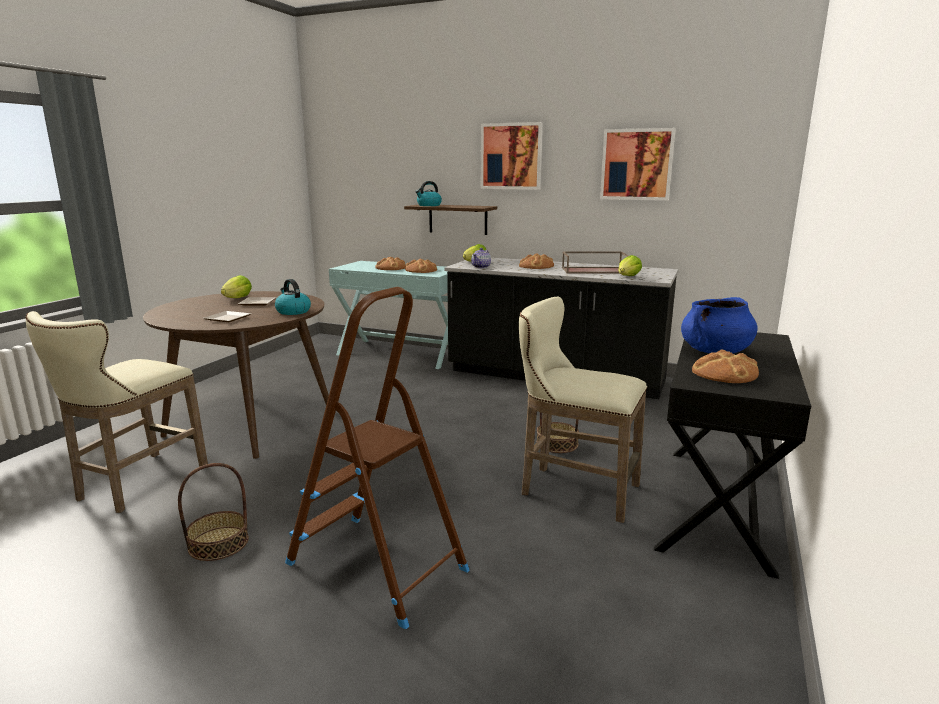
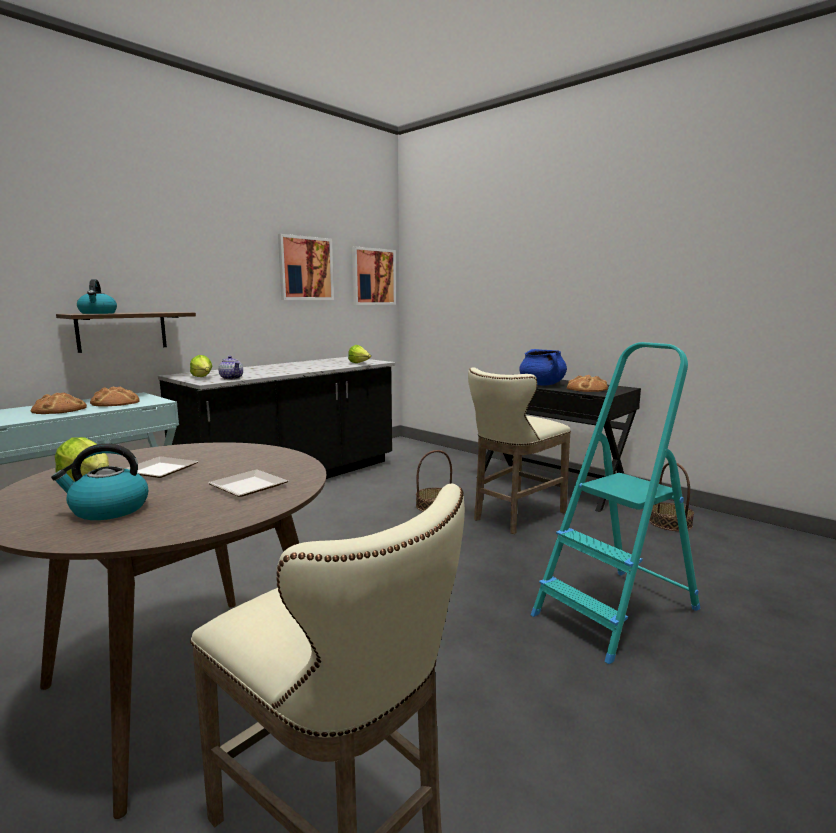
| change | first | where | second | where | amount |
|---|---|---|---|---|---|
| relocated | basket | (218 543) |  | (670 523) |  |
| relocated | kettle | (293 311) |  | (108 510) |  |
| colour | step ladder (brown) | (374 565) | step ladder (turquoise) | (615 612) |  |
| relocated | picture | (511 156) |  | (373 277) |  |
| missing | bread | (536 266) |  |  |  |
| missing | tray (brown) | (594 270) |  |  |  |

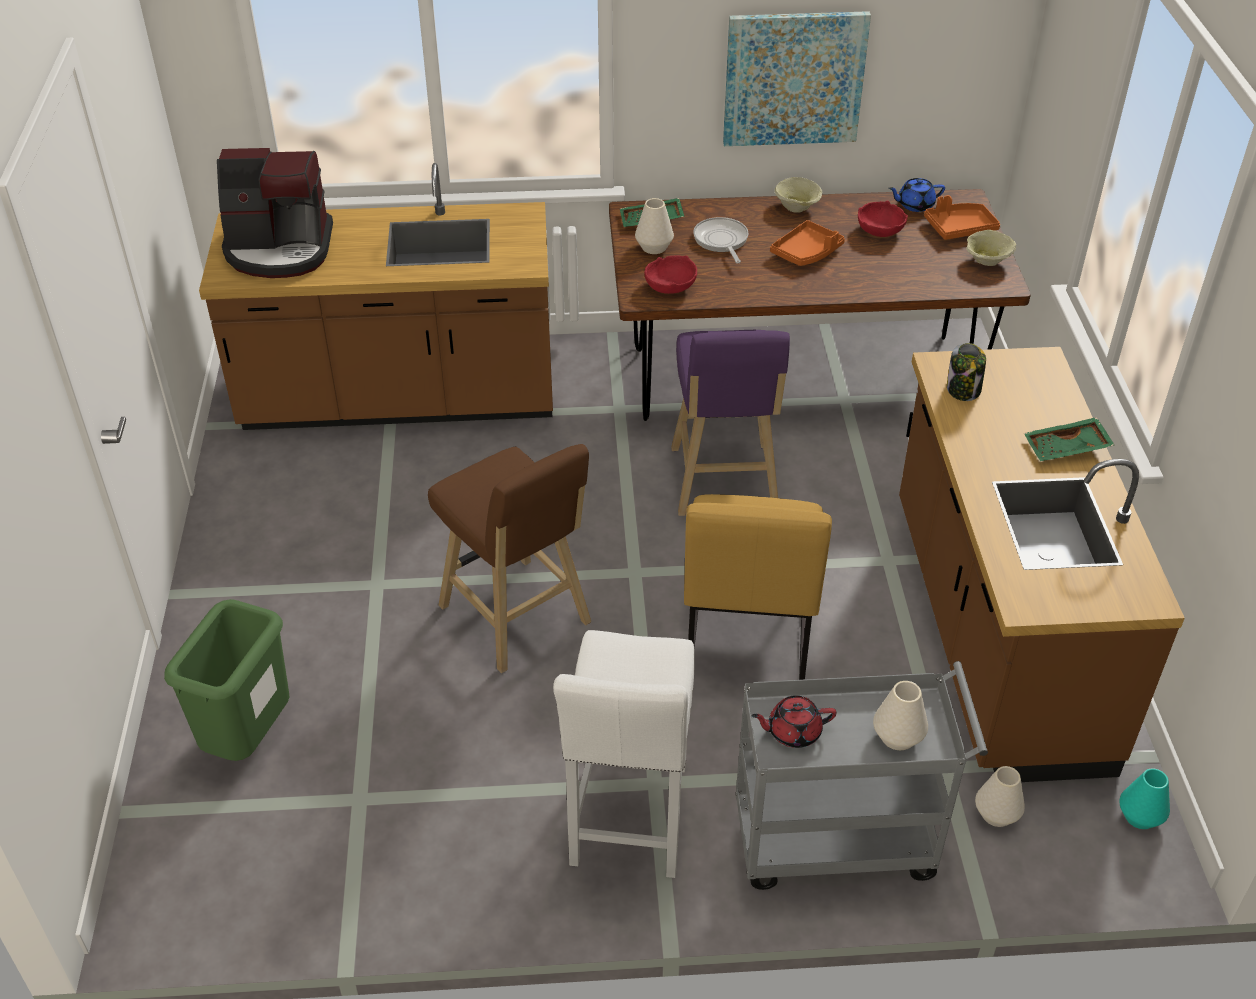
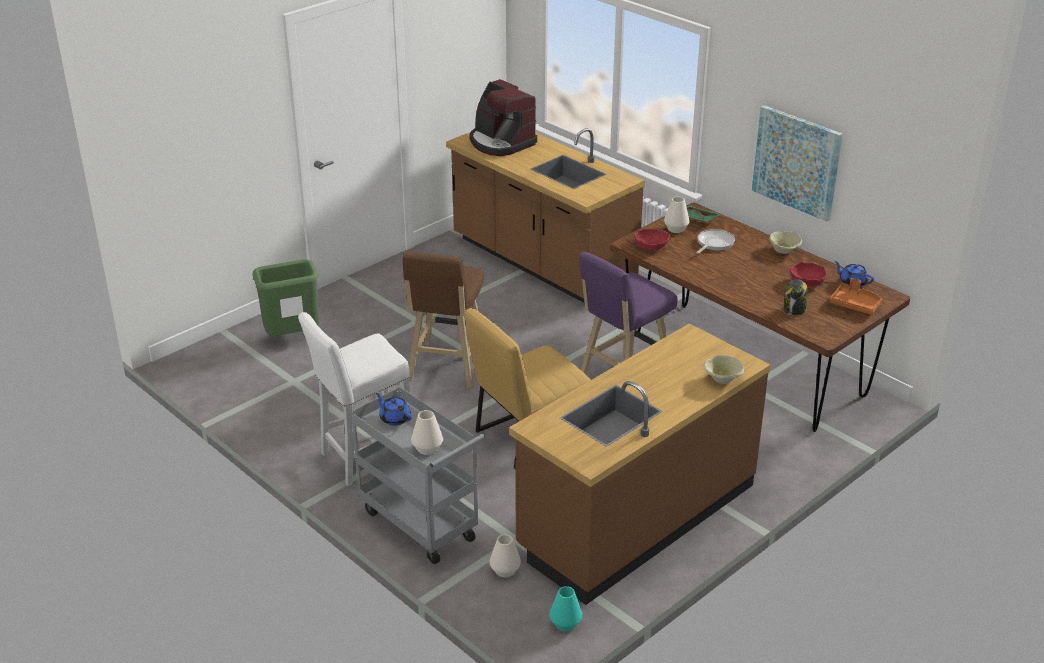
| change | first | where | second | where | amount |
|---|---|---|---|---|---|
| colour | teapot (red) | (793 731) | teapot (blue) | (394 418) |  |
| missing | tray (orange) | (807 252) |  |  |  |
| relocated | jar | (963 390) |  | (794 310) |  |
| relocated | bowl (beige) | (987 261) |  | (722 379) |  |
| missing | tray (green) | (1067 449) |  |  |  |

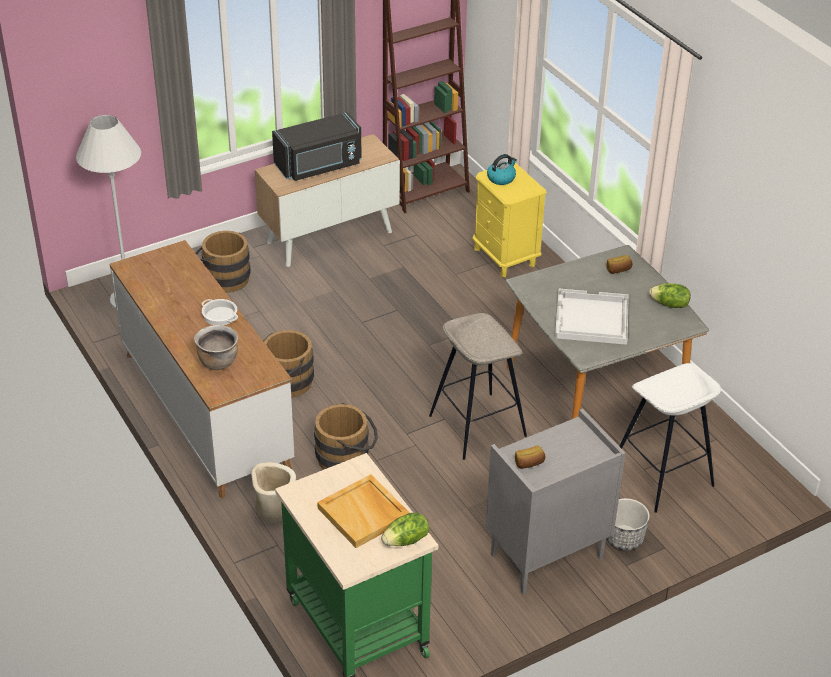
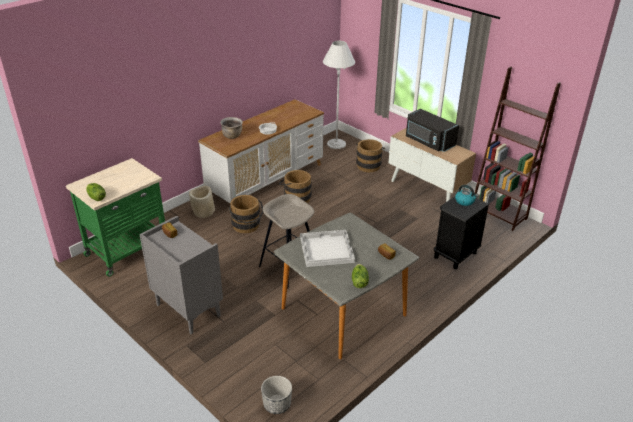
| change | first | where | second | where | amount |
|---|---|---|---|---|---|
| missing | tray (beige) | (364 513) |  |  |  |
| colour | nightstand (yellow) | (505 257) | nightstand (black) | (455 255) |  |
| relocated | planter | (624 538) |  | (277 404) |  |
| missing | stool (white) | (661 476) |  |  |  |

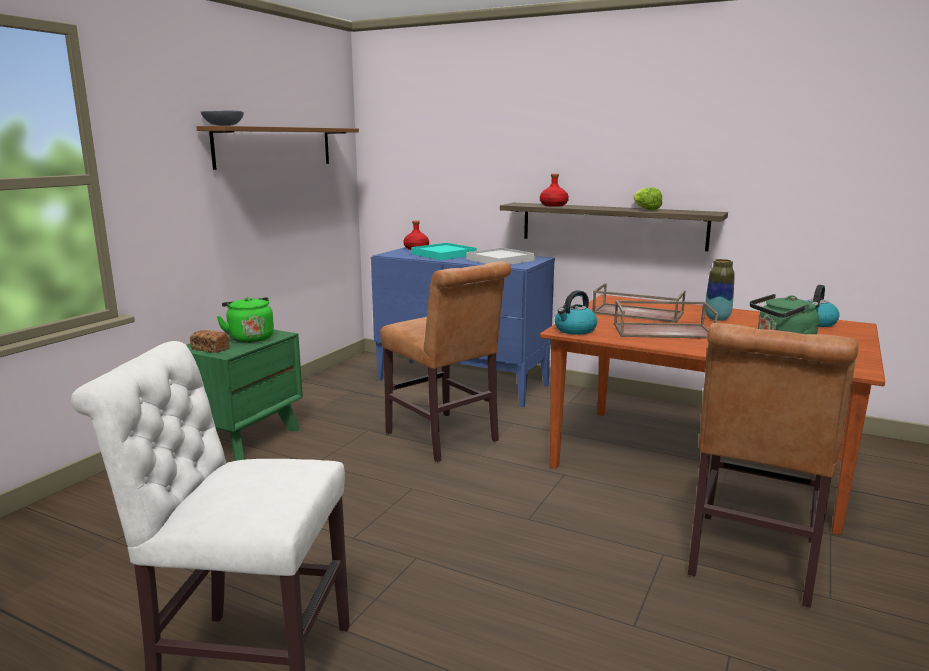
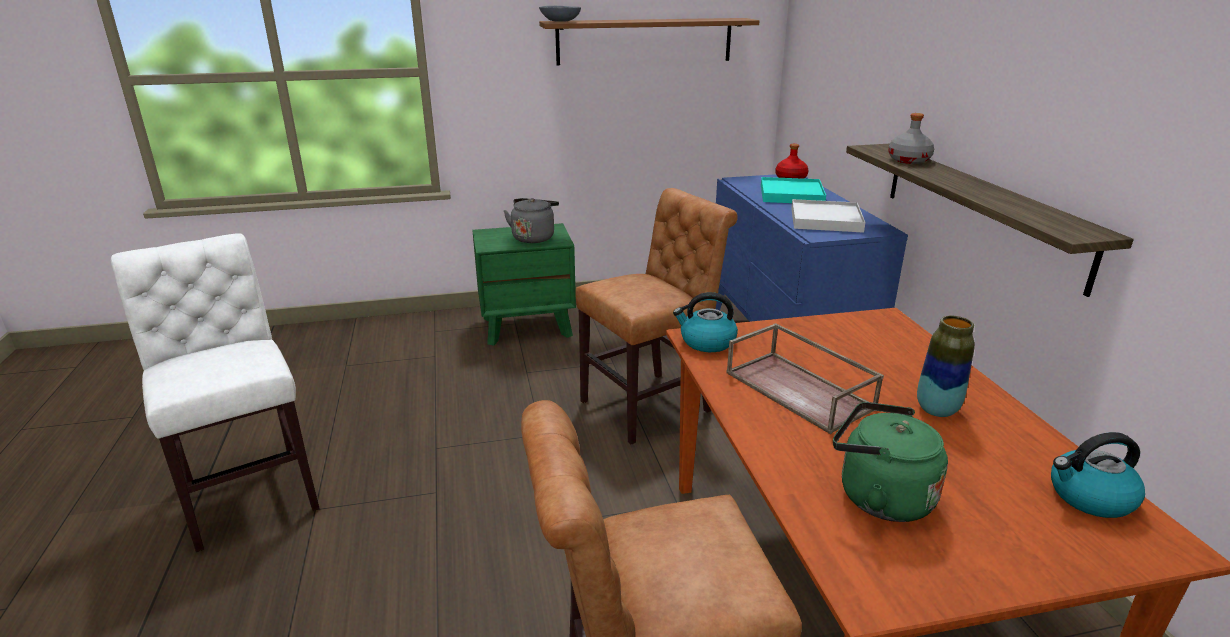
| change | first | where | second | where | amount |
|---|---|---|---|---|---|
| missing | bread | (210 349) |  |  |  |
| colour | kettle (green) | (250 338) | kettle (grey) | (534 237) |  |
| spun | chair (brown) | (445 439) |  | (651 405) | 135 degrees counterclockwise |
| colour | bottle (red) | (554 205) | bottle (grey) | (909 160) |  |
| missing | tray (brown) | (636 313) |  |  |  |
| missing | lettuce | (645 209) |  |  |  |

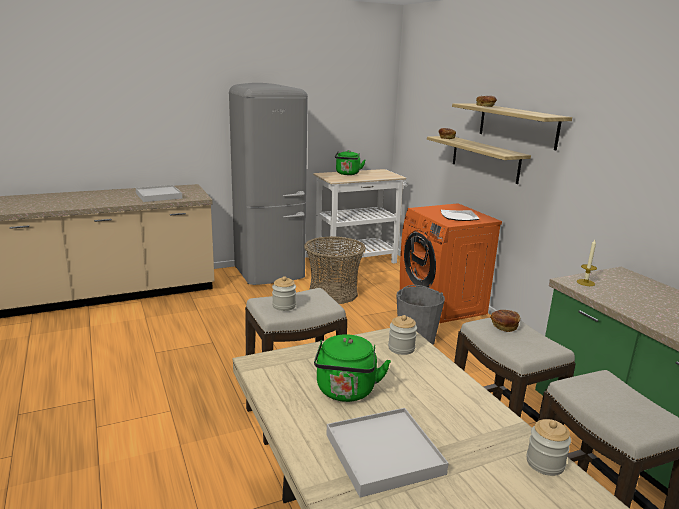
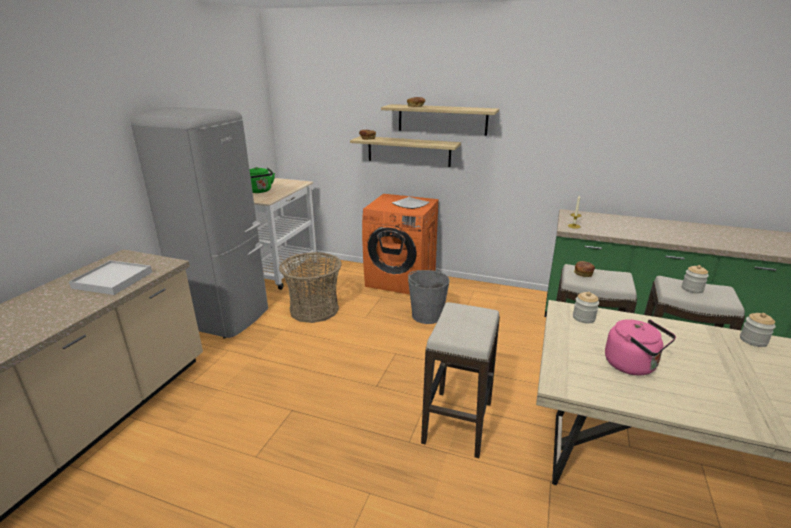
| change | first | where | second | where | amount |
|---|---|---|---|---|---|
| relocated | jar | (284 306) |  | (692 289) |  |
| colour | kettle (green) | (346 392) | kettle (pink) | (633 365) |  |
| missing | tray (white) | (384 454) |  |  |  |

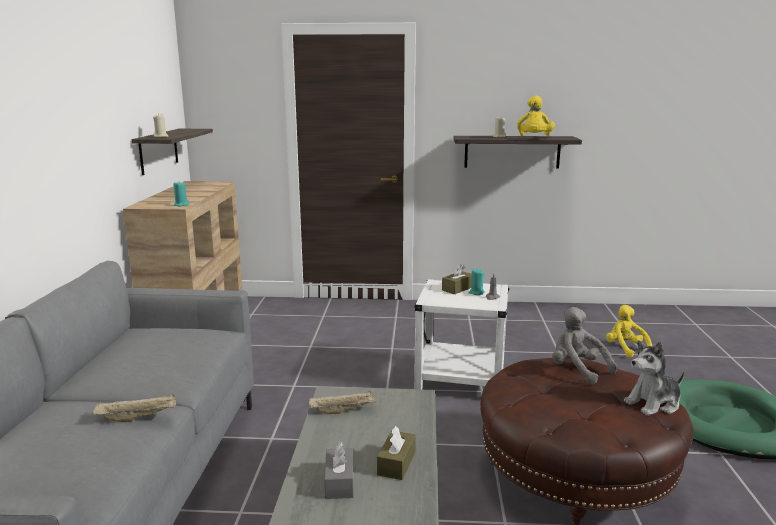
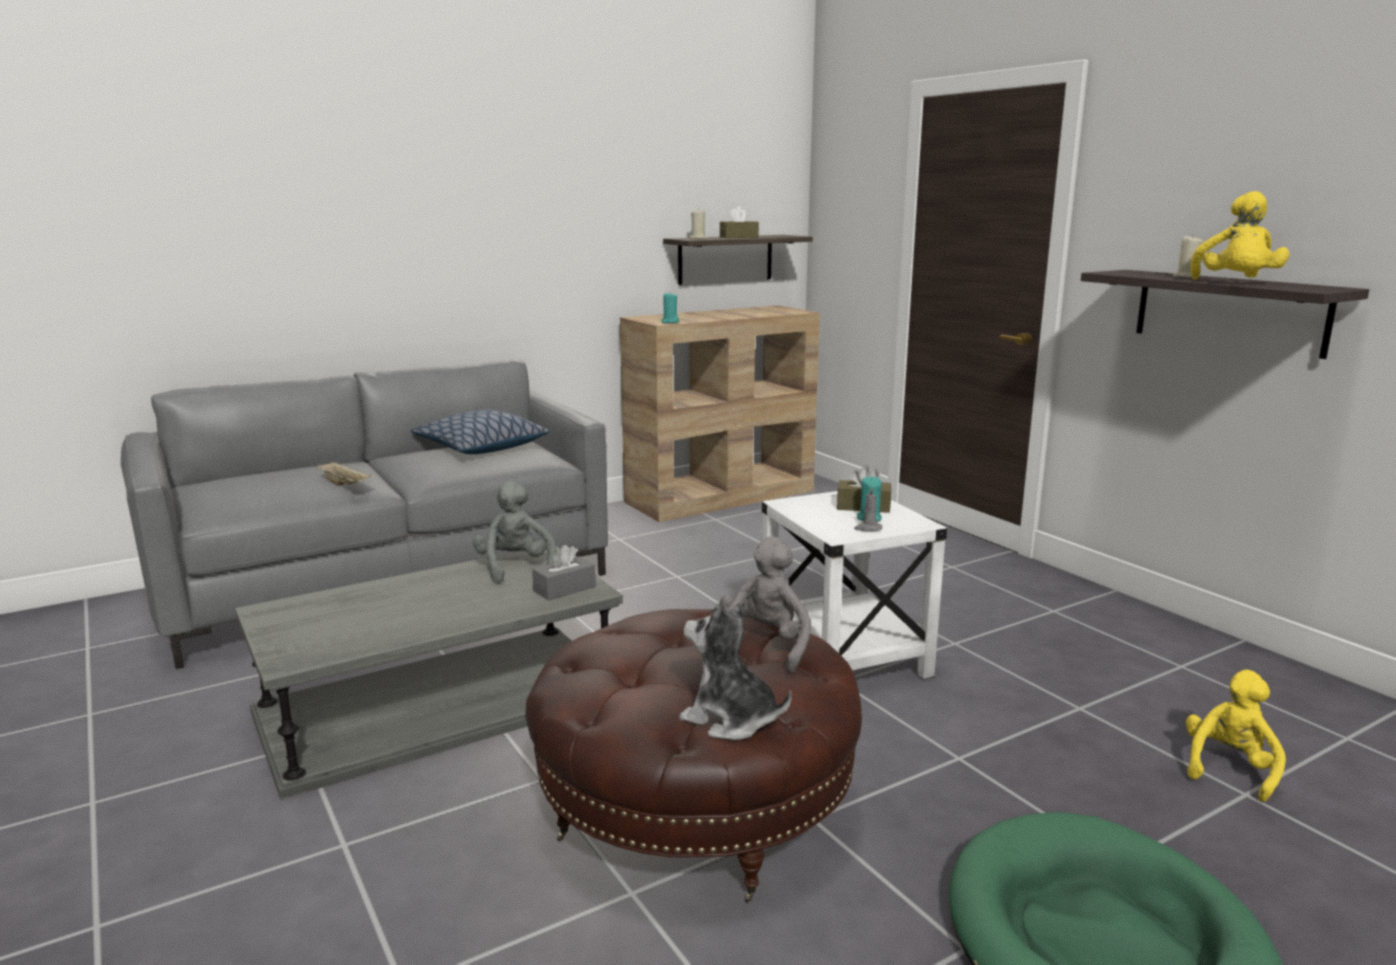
| change | first | where | second | where | amount |
|---|---|---|---|---|---|
| exchanged | tray (beige) | (343 410) | plush toy (grey) | (515 568) |  |
| relocated | tissue box (grey) | (339 482) |  | (564 589) |  |
| relocated | tissue box (brown) | (396 463) |  | (739 237) |  |
| spun | plush toy (yellow) | (534 138) |  | (1235 283) | 60 degrees counterclockwise |
| appeared |  |  | pillow | (480 447) |  |

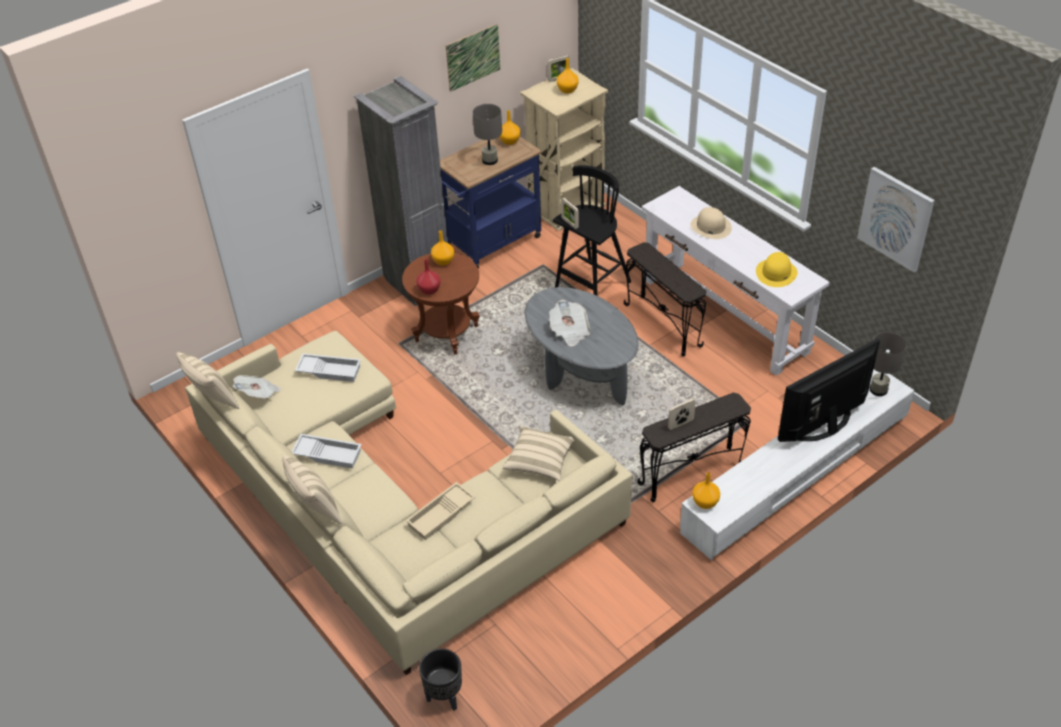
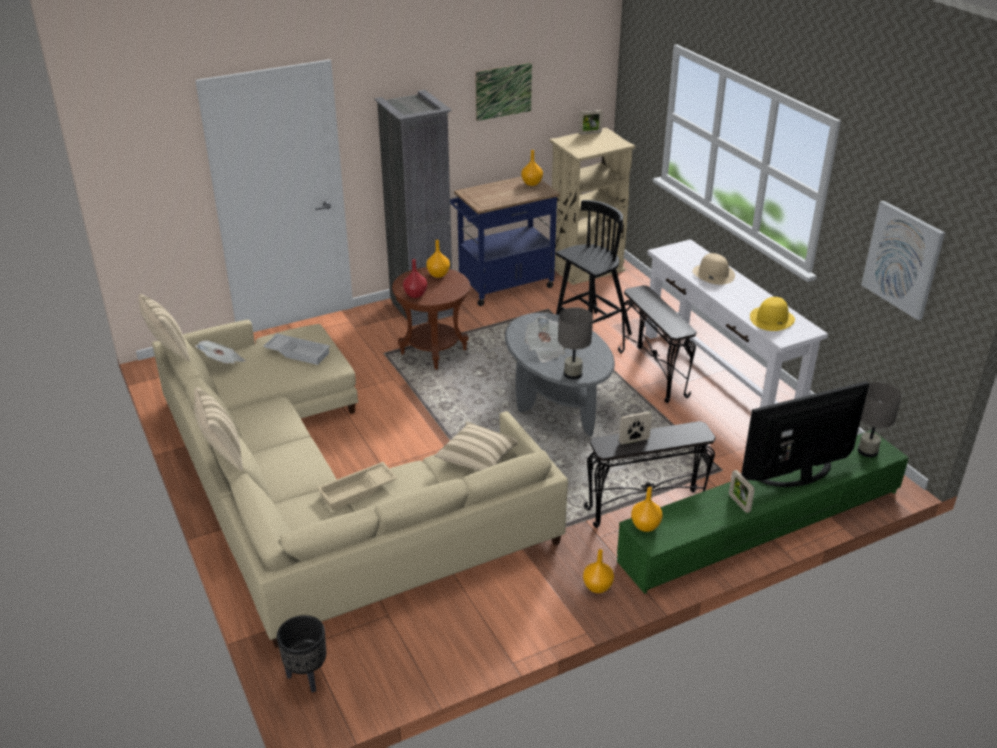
| change | first | where | second | where | amount |
|---|---|---|---|---|---|
| missing | tray (white) | (328 453) |  |  |  |
| relocated | table lamp (grey) | (489 160) |  | (572 374) |  |
| relocated | vase (orange) | (567 90) |  | (598 586) |  |
| relocated | picture frame | (569 223) |  | (739 503) |  |
| colour | tv stand (white) | (797 474) | tv stand (green) | (762 527) |  |

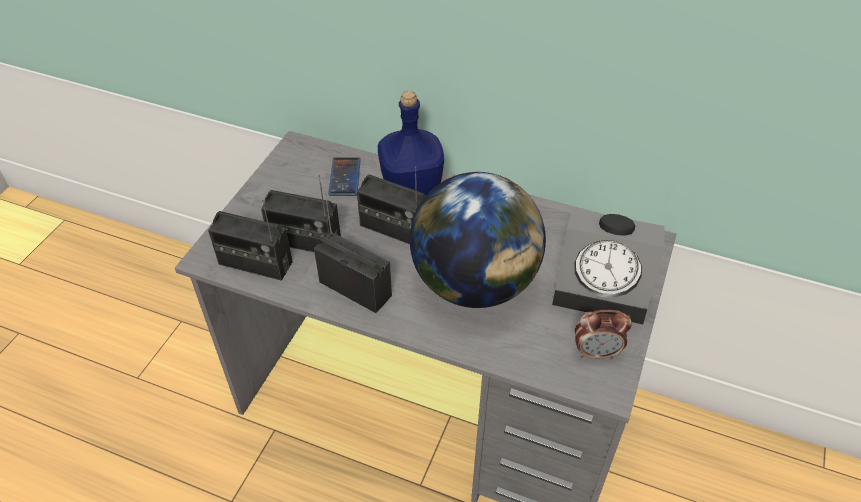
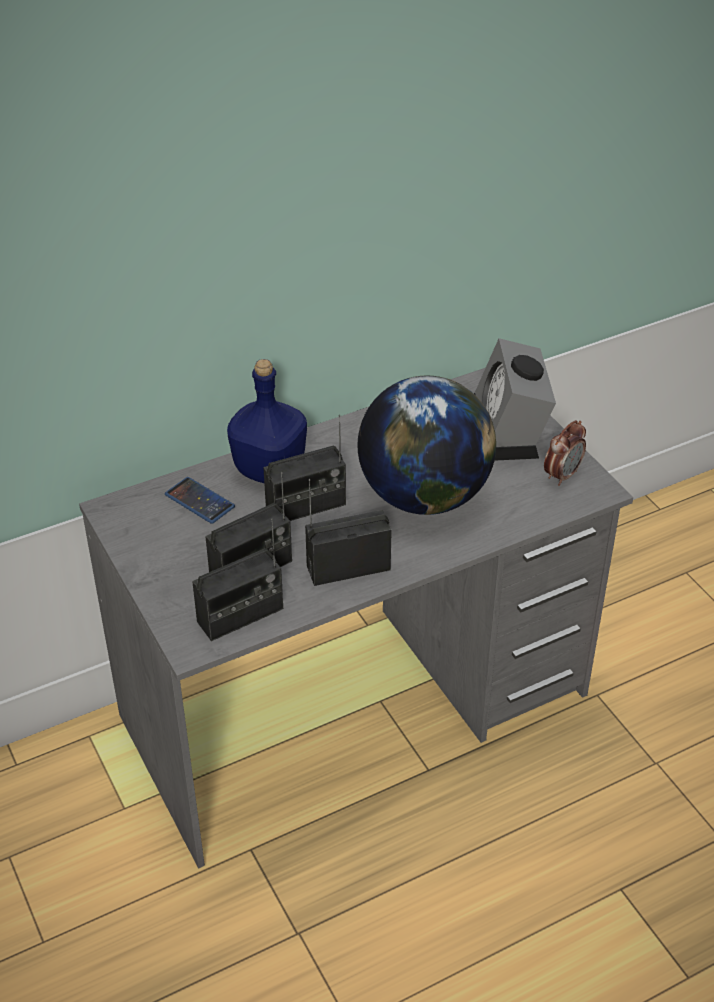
| change | first | where | second | where | amount |
|---|---|---|---|---|---|
| spun | alarm clock | (604 289) |  | (509 433) | 120 degrees clockwise |

